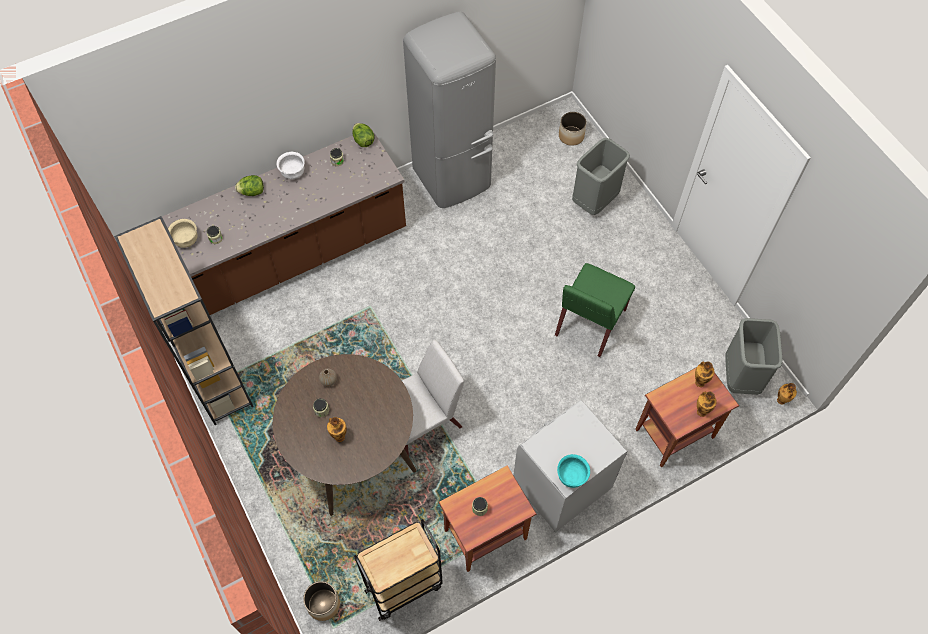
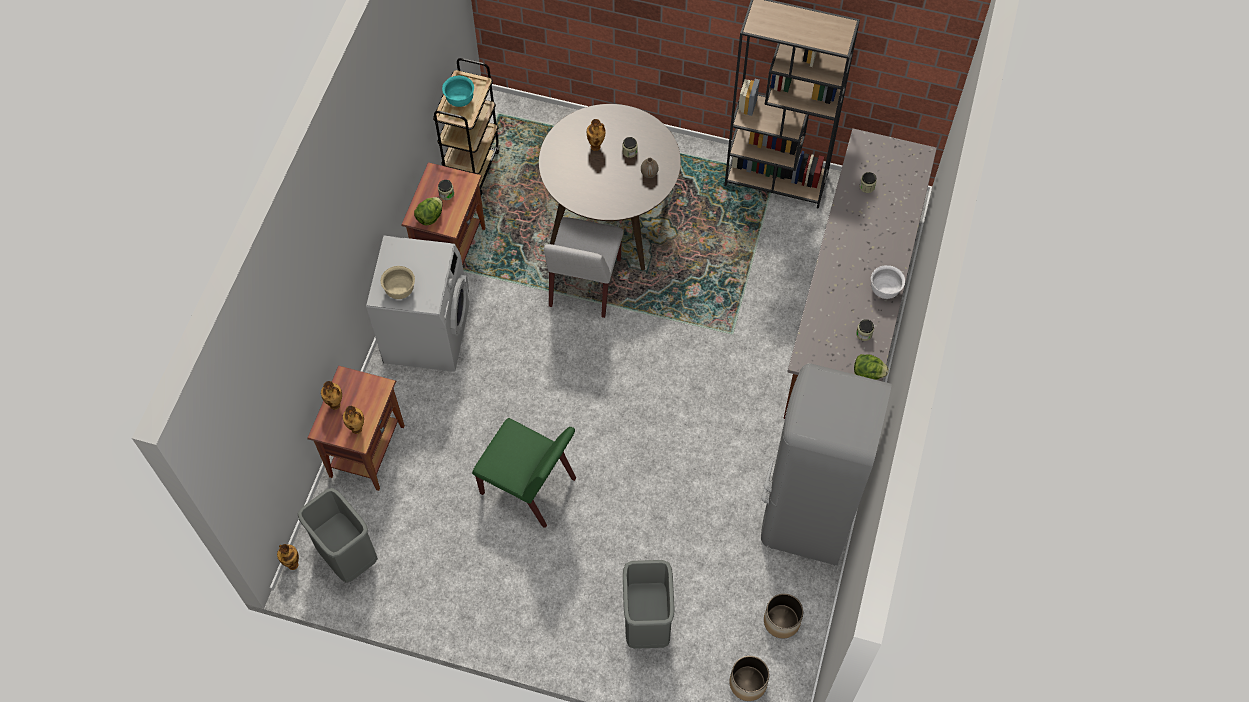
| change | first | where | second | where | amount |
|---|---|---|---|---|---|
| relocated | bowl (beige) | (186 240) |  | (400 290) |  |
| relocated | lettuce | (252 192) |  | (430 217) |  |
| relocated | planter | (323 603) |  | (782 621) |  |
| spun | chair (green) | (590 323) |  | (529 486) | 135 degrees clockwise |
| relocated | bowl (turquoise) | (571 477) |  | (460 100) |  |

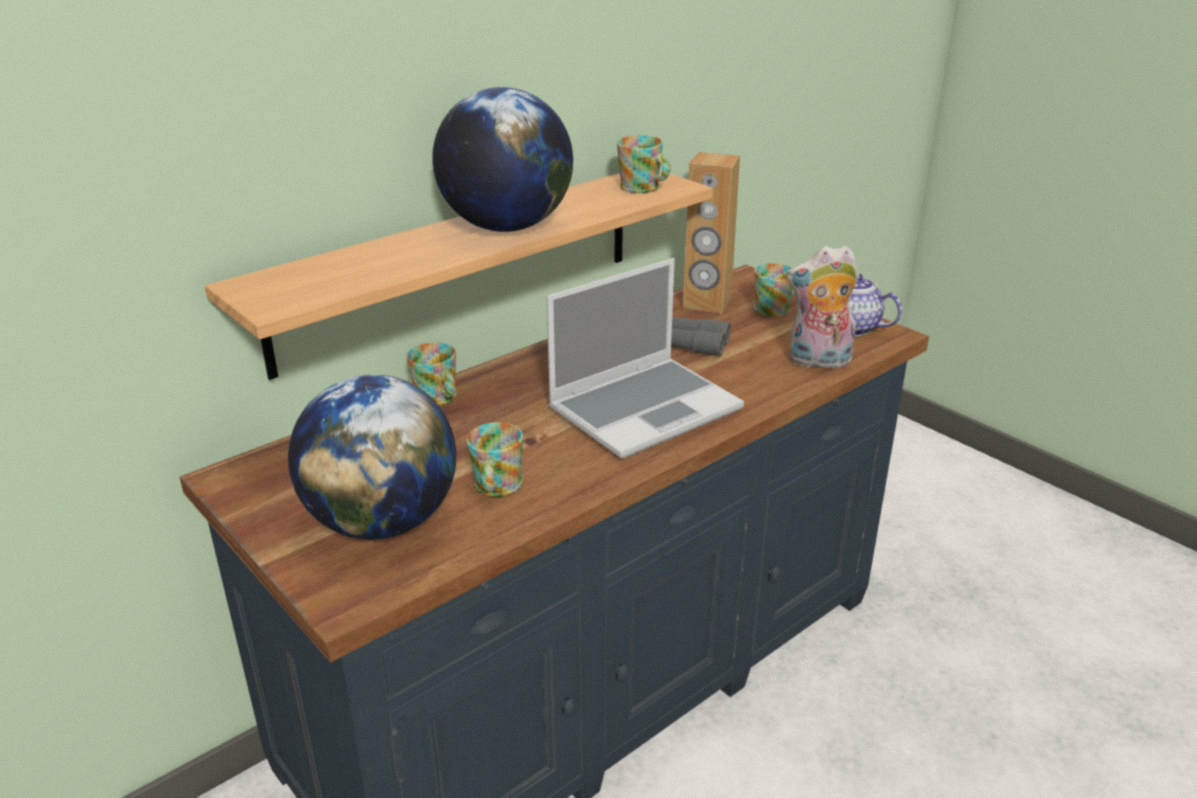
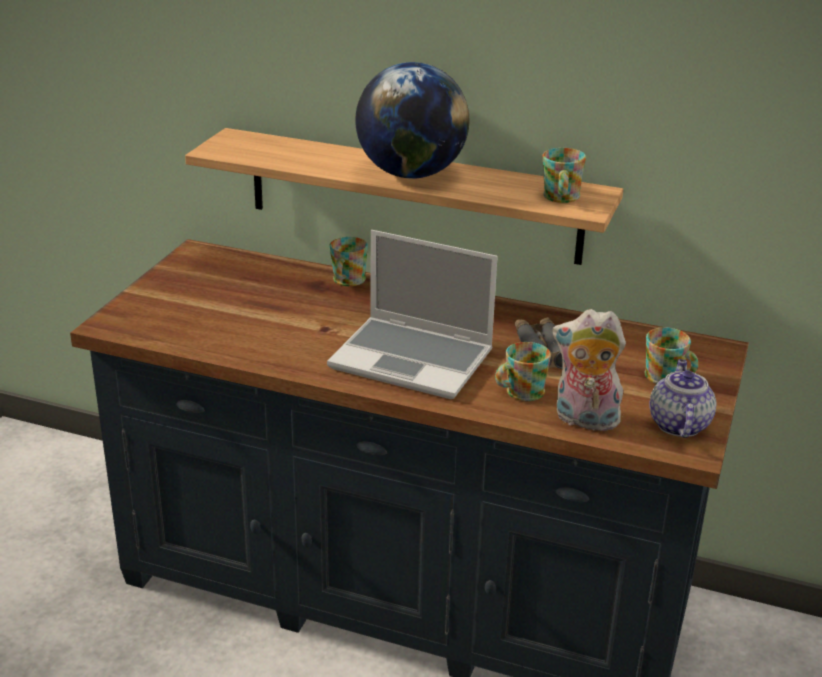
| change | first | where | second | where | amount |
|---|---|---|---|---|---|
| missing | globe | (382 522) |  |  |  |
| relocated | mug | (495 488) |  | (519 392) |  |
| missing | speaker (brown) | (706 303) |  |  |  |
| spun | plush toy | (818 362) |  | (584 420) | 45 degrees counterclockwise |

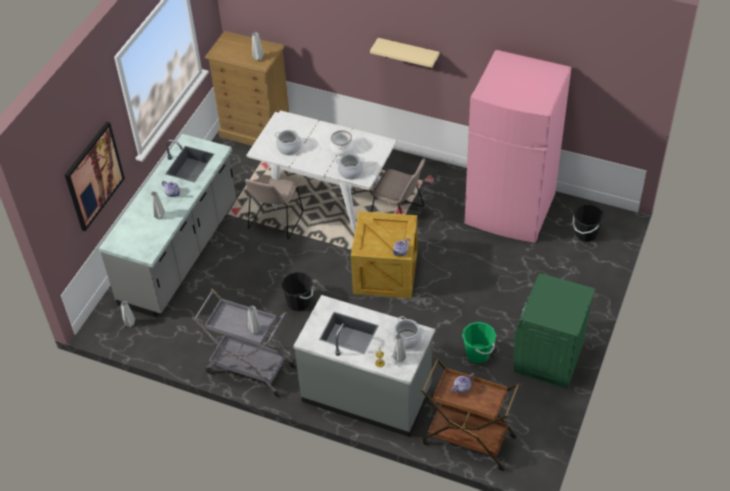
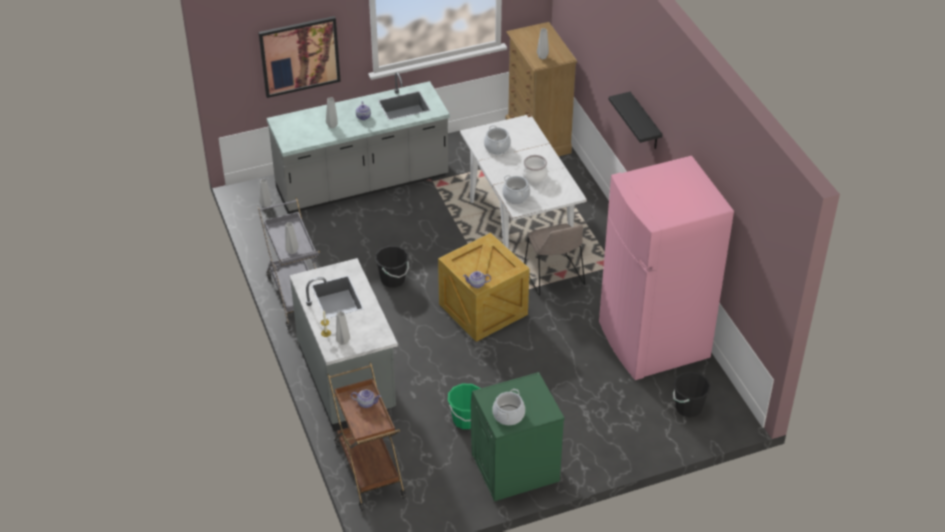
| change | first | where | second | where | amount |
|---|---|---|---|---|---|
| missing | chair (beige) | (275 222) |  |  |  |
| colour | shelf (beige) | (408 53) | shelf (black) | (645 122) |  |
| relocated | cooking pot | (407 339) |  | (508 415) |  |

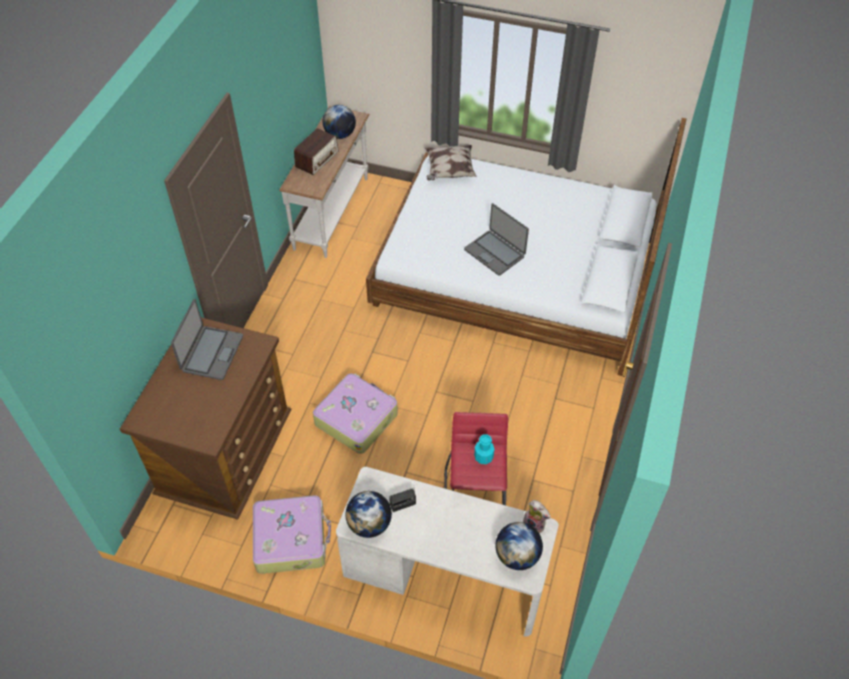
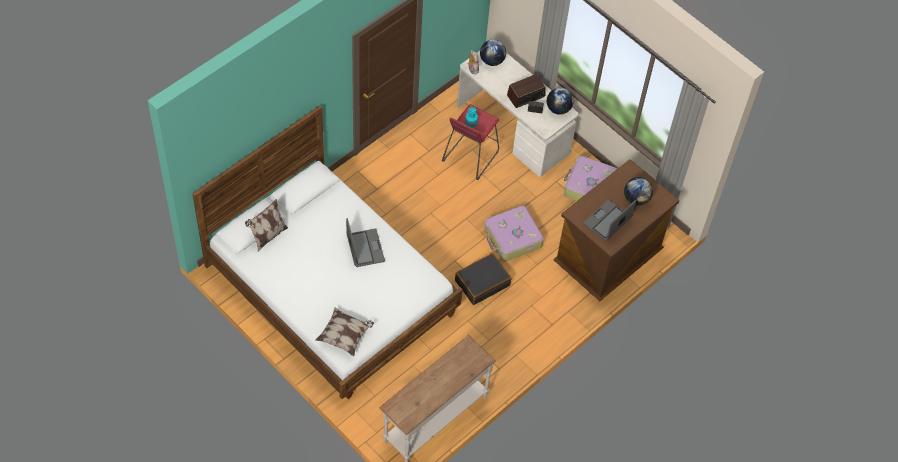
| change | first | where | second | where | amount |
|---|---|---|---|---|---|
| relocated | radio | (317 159) |  | (525 96) |  |
| relocated | globe | (340 135) |  | (636 199) |  |
| appeared |  |  | pillow | (268 236) |  |
| appeared |  |  | suitcase (black) | (482 283) |  |

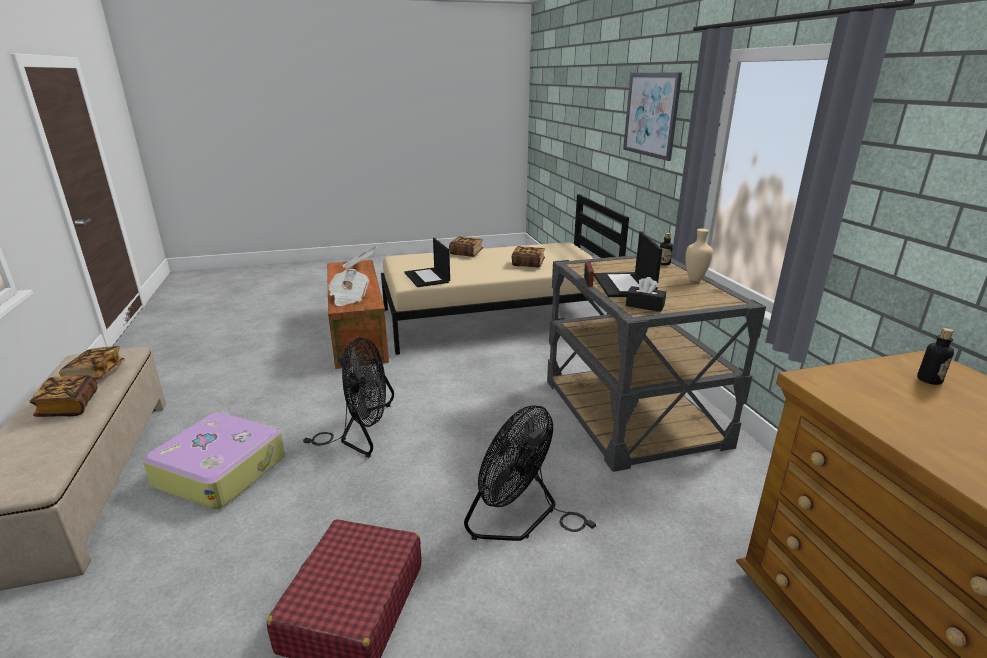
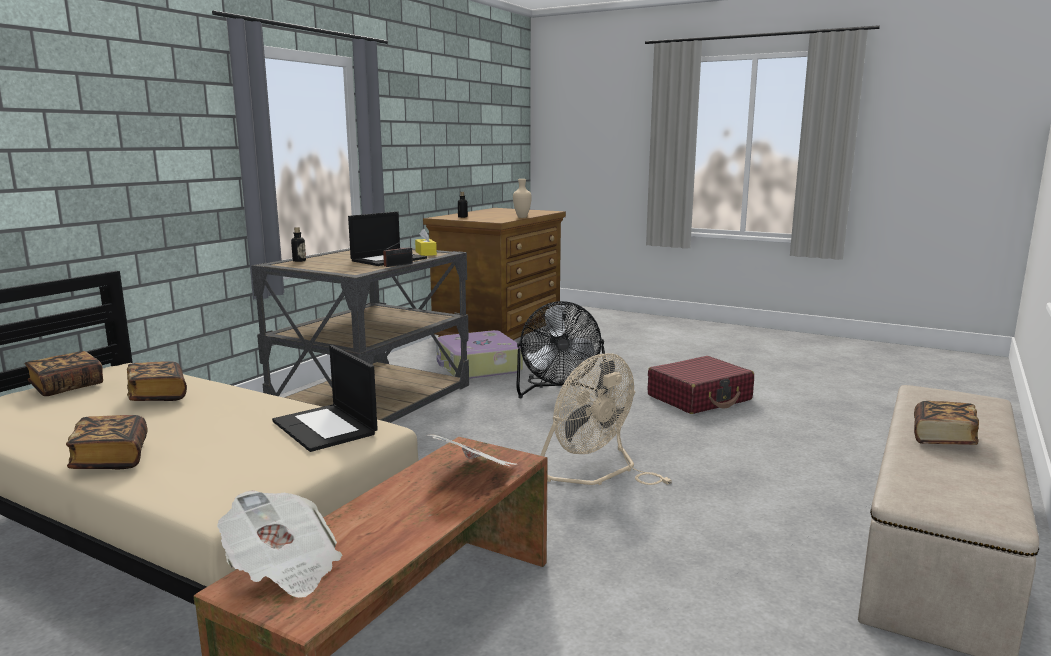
| change | first | where | second | where | amount |
|---|---|---|---|---|---|
| relocated | book | (96 375) |  | (67 386) |  |
| relocated | suitcase | (221 470) |  | (478 367) |  |
| colour | fan (black) | (360 431) | fan (beige) | (604 470) |  |
| spun | laptop | (427 277) |  | (326 428) | 120 degrees clockwise |
| missing | picture | (651 114) |  |  |  |
| colour | tissue box (black) | (645 305) | tissue box (yellow) | (426 253) |  |
| relocated | vase (beige) | (695 280) |  | (522 217) |  |

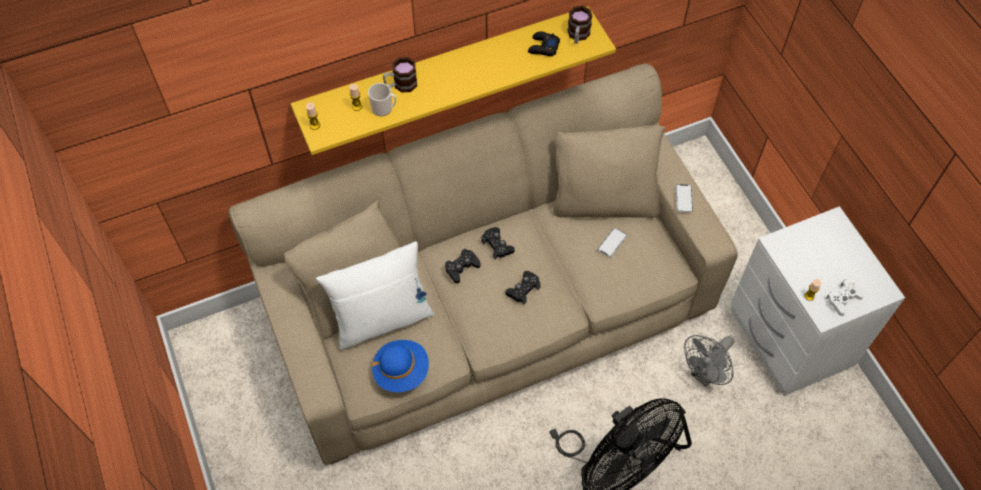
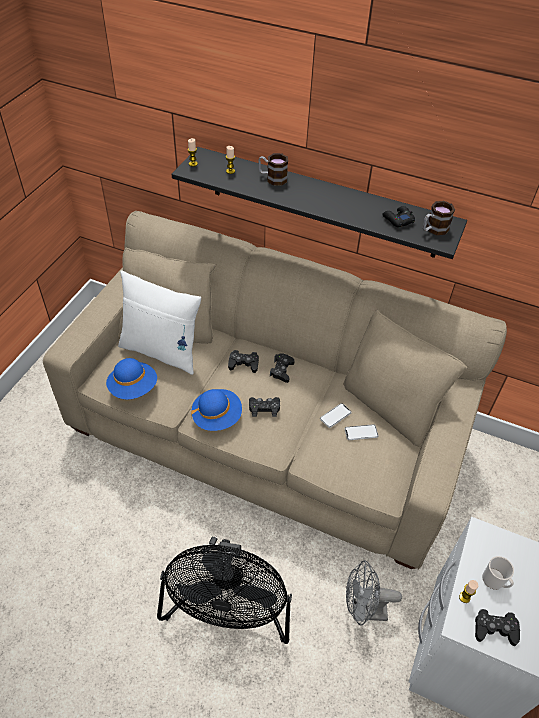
| change | first | where | second | where | amount |
|---|---|---|---|---|---|
| colour | shelf (yellow) | (445 72) | shelf (black) | (323 203) |  |
| relocated | mug | (384 108) |  | (495 581) |  |
| relocated | phone | (684 198) |  | (335 416) |  |
| colour | game controller (white) | (843 299) | game controller (black) | (494 629) |  |
| appeared |  |  | hat (blue) | (217 417) |  |

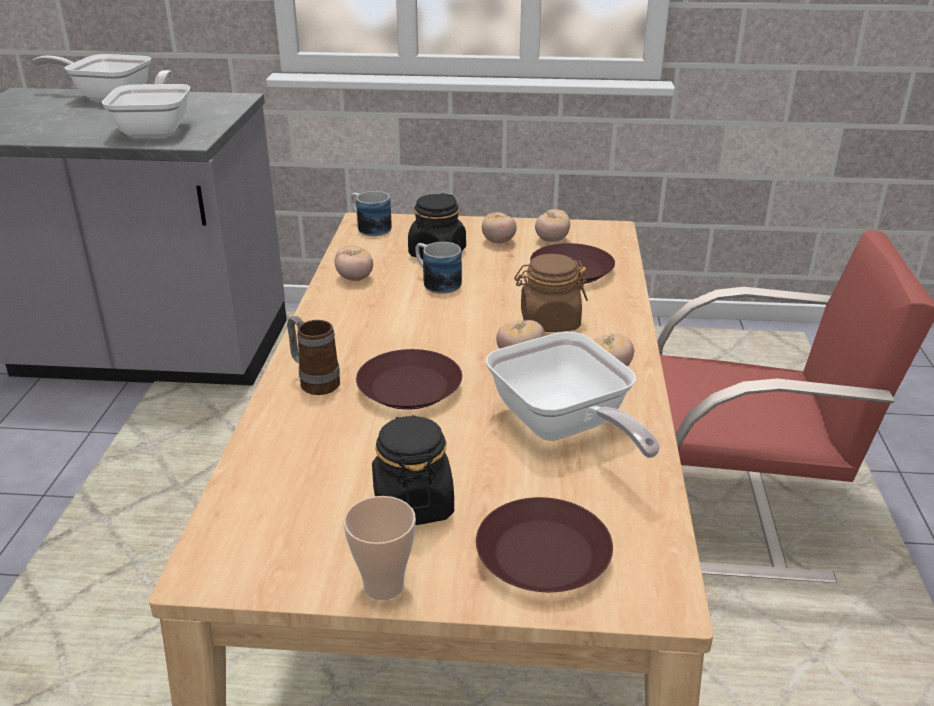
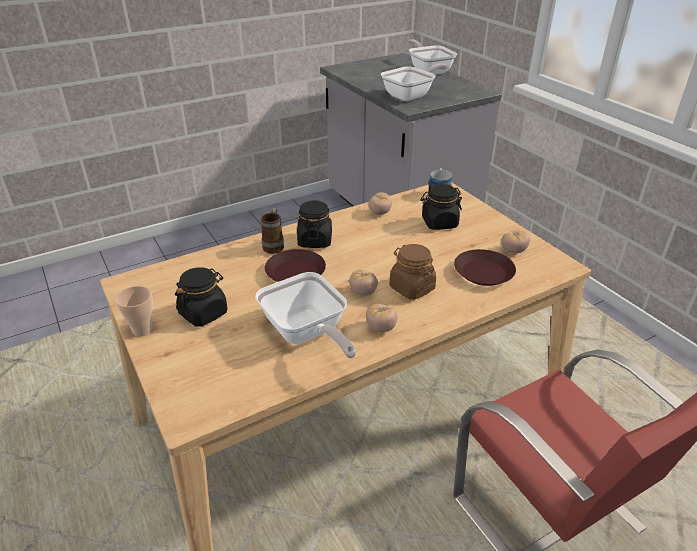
| change | first | where | second | where | amount |
|---|---|---|---|---|---|
| missing | mug | (436 282) |  |  |  |
| missing | plate (brown) | (543 554) |  |  |  |
| missing | tomato | (498 242) |  |  |  |
| spun | frying pan | (564 428) |  | (306 334) | 60 degrees counterclockwise |
| appeared |  |  | jar (black) | (315 240) |  |

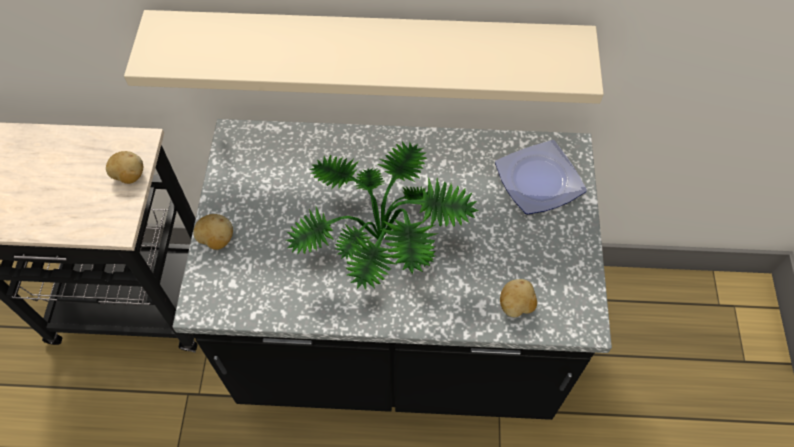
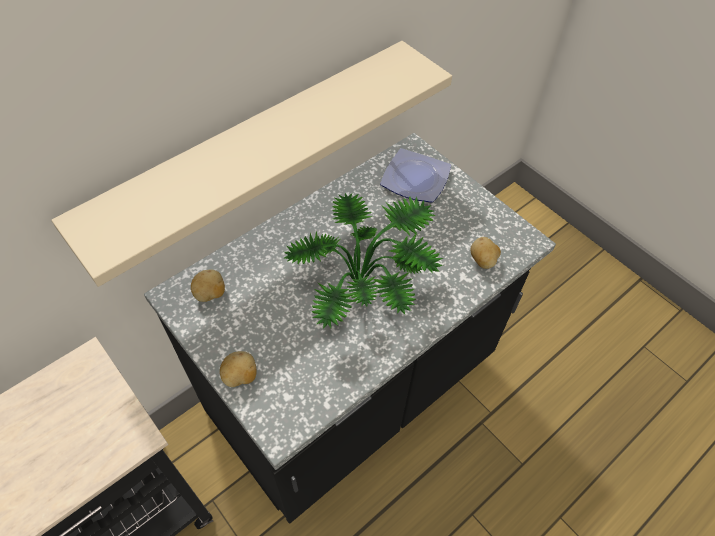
| change | first | where | second | where | amount |
|---|---|---|---|---|---|
| relocated | potato | (129 176) |  | (210 294) |  |

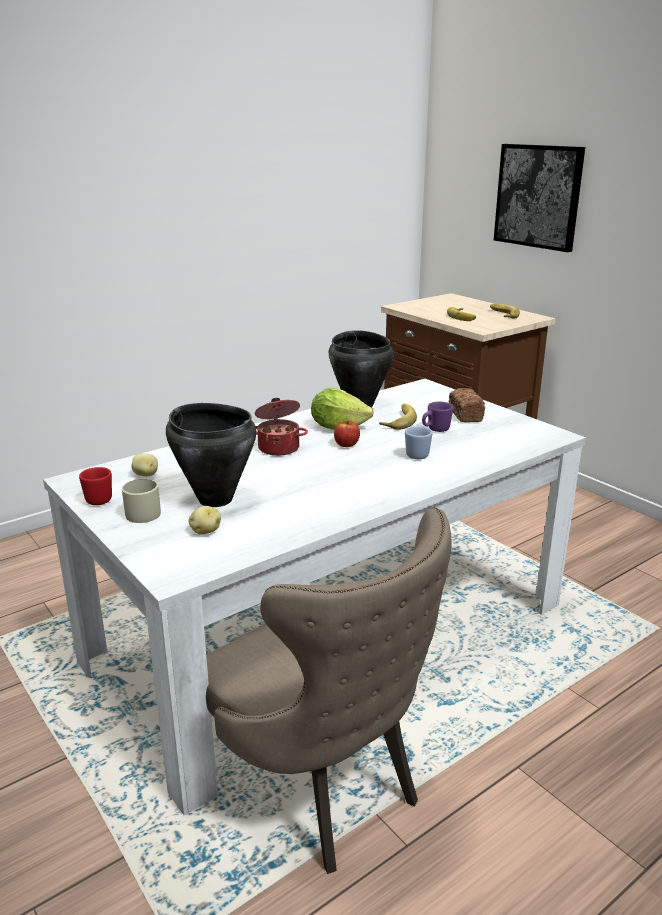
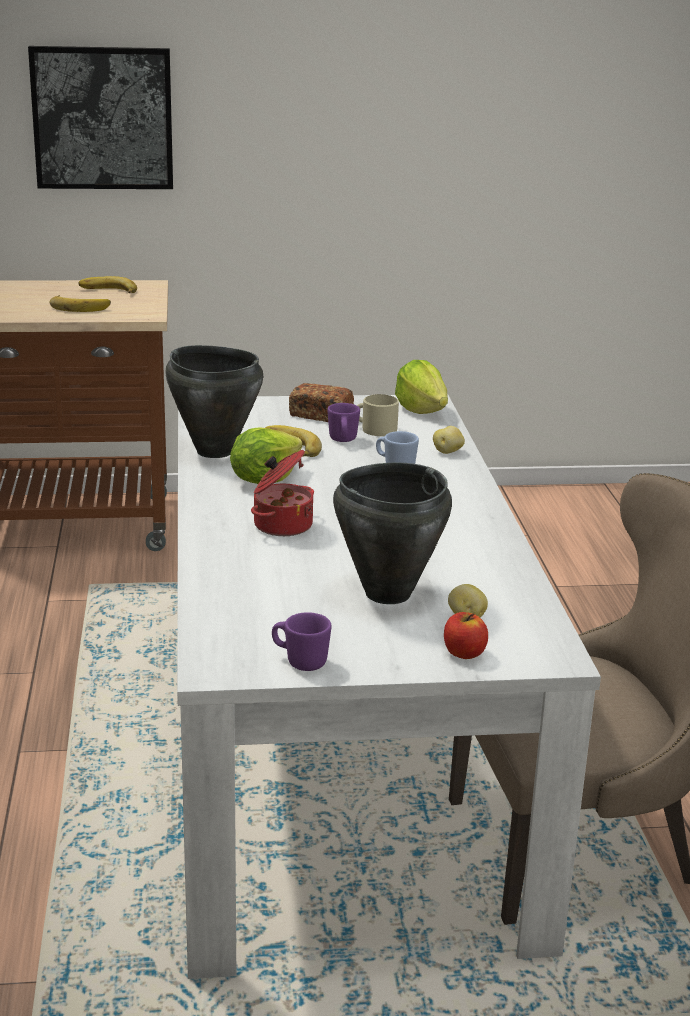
| change | first | where | second | where | amount |
|---|---|---|---|---|---|
| colour | mug (red) | (100 498) | mug (purple) | (300 661) |  |
| relocated | mug (beige) | (143 512) |  | (375 429) |  |
| relocated | potato | (145 475) |  | (448 452) |  |
| relocated | apple | (346 444) |  | (464 653) |  |
| appeared |  |  | lettuce | (421 410) |  |

